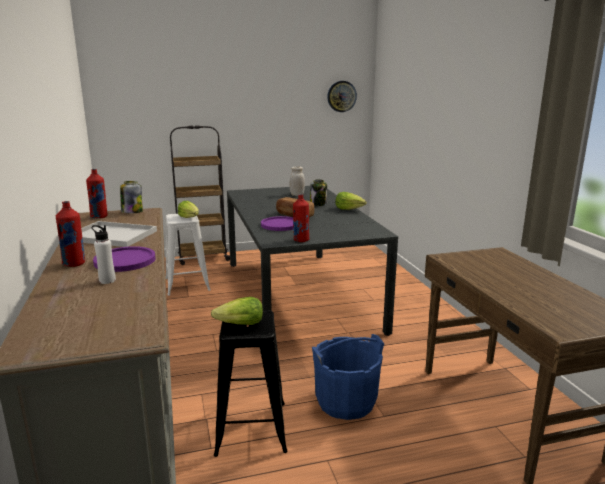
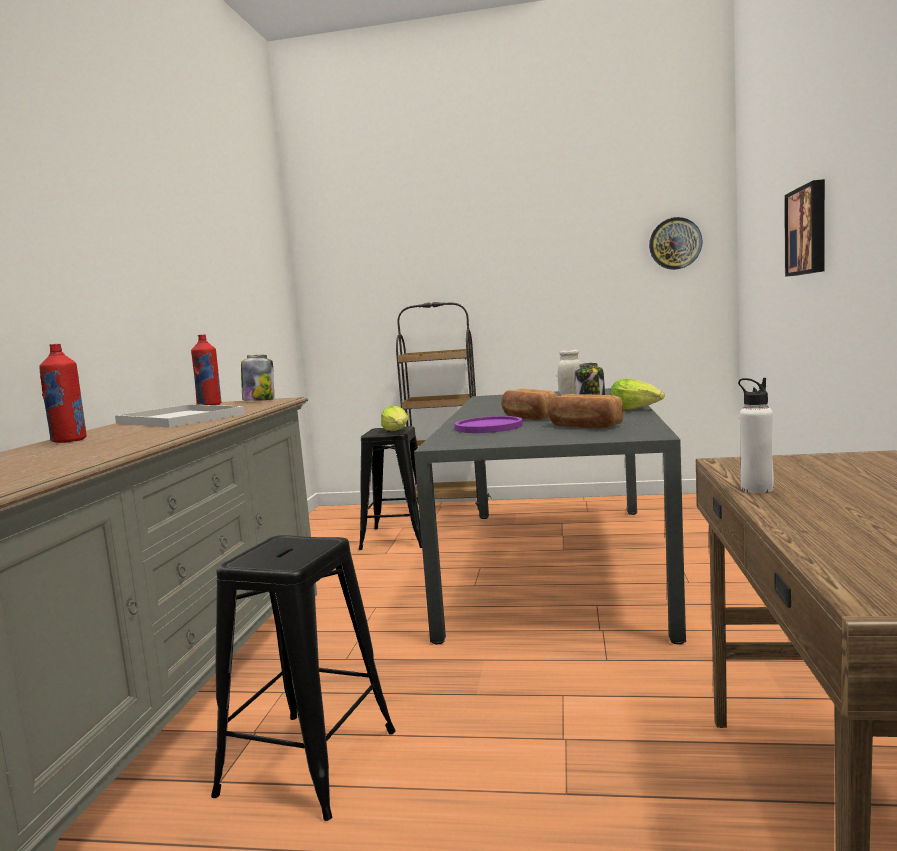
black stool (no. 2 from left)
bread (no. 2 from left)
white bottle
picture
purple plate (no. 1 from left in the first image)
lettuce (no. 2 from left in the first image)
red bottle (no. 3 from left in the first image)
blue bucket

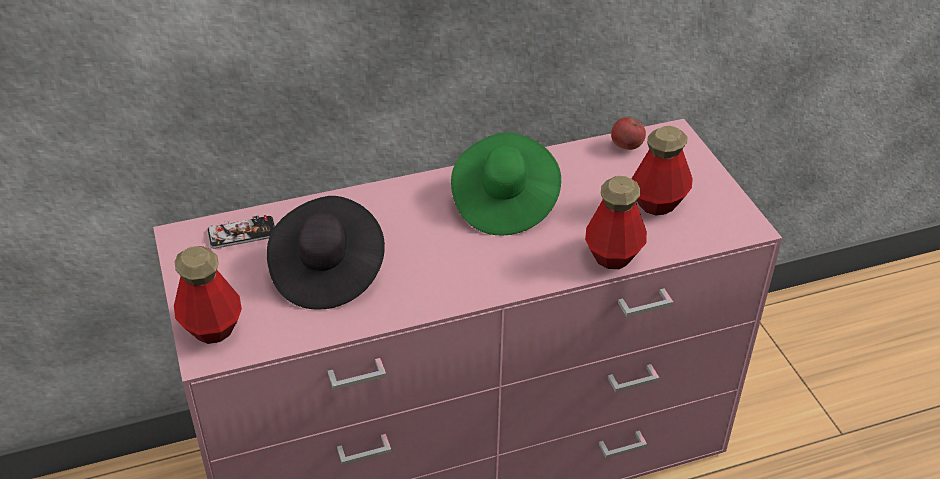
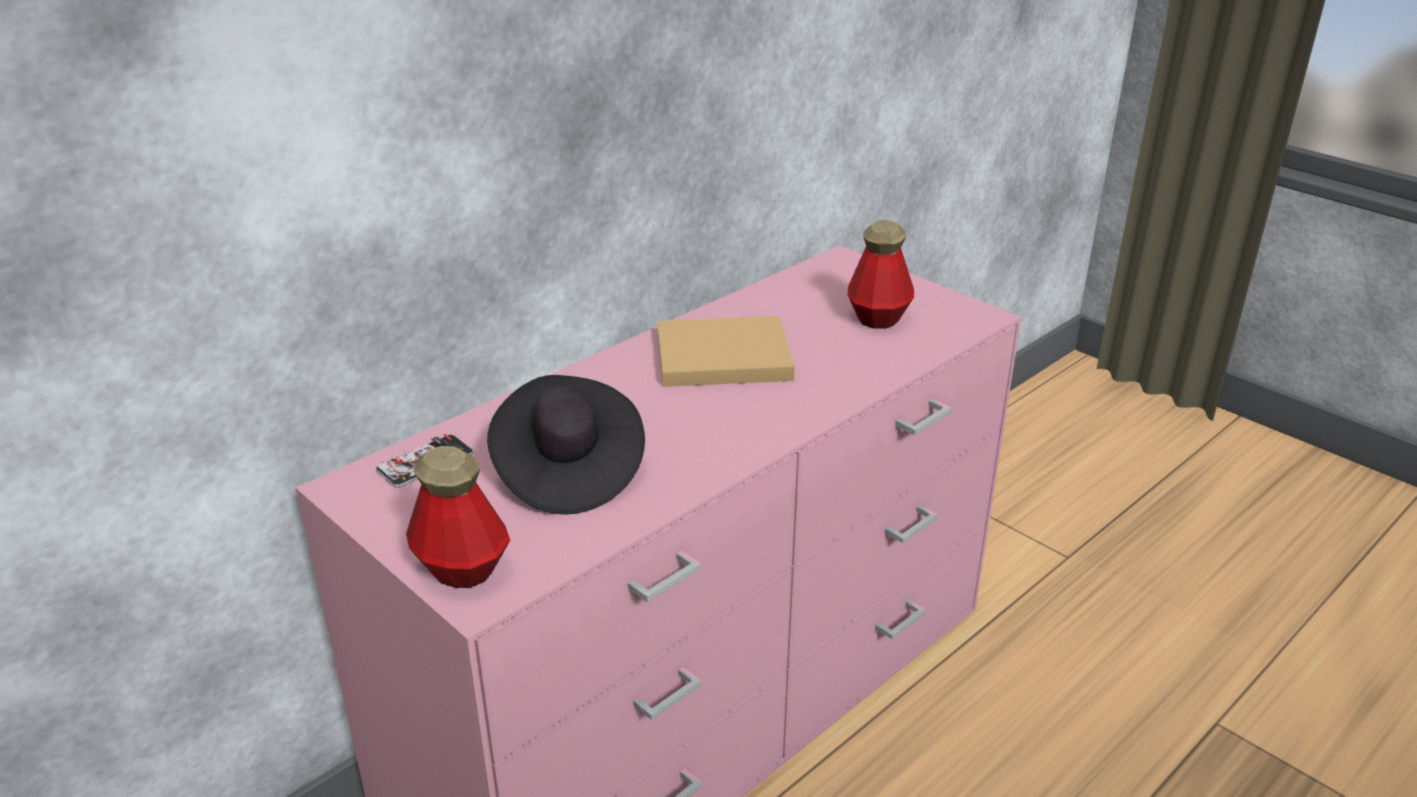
beige book
bottle (no. 2 from left in the first image)
apple

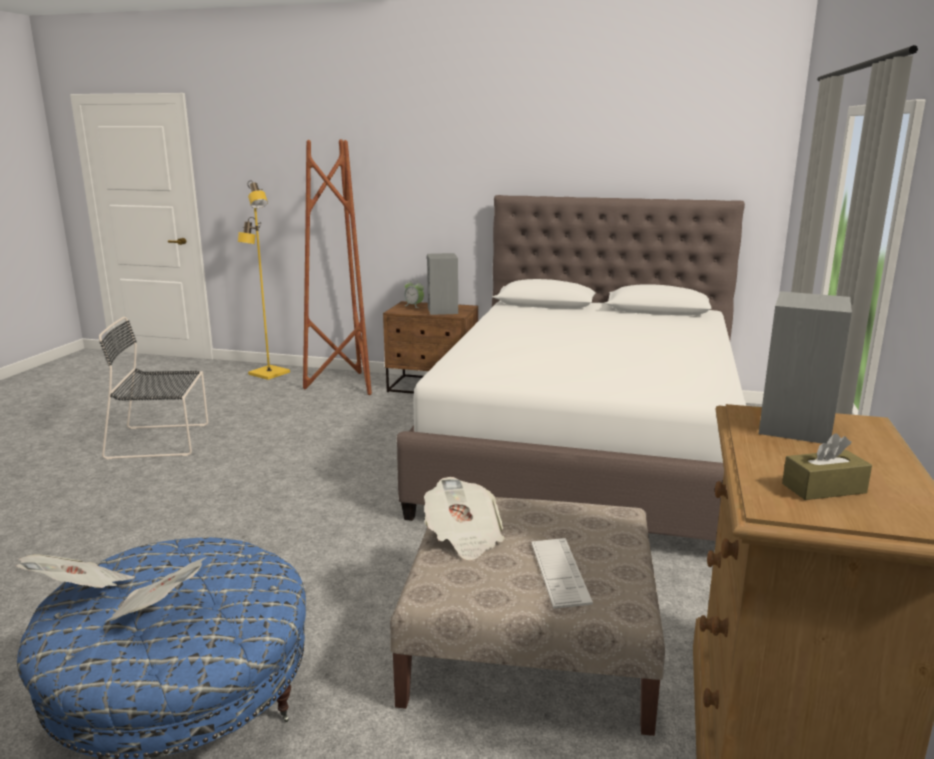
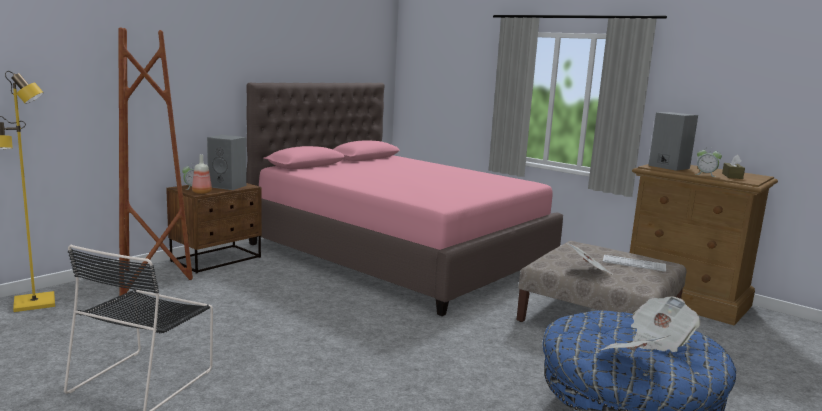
bottle
pink bed
alarm clock (no. 2 from left)

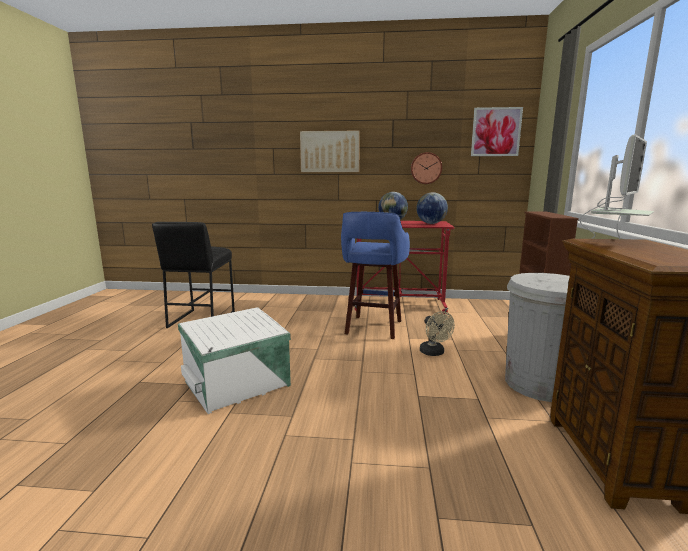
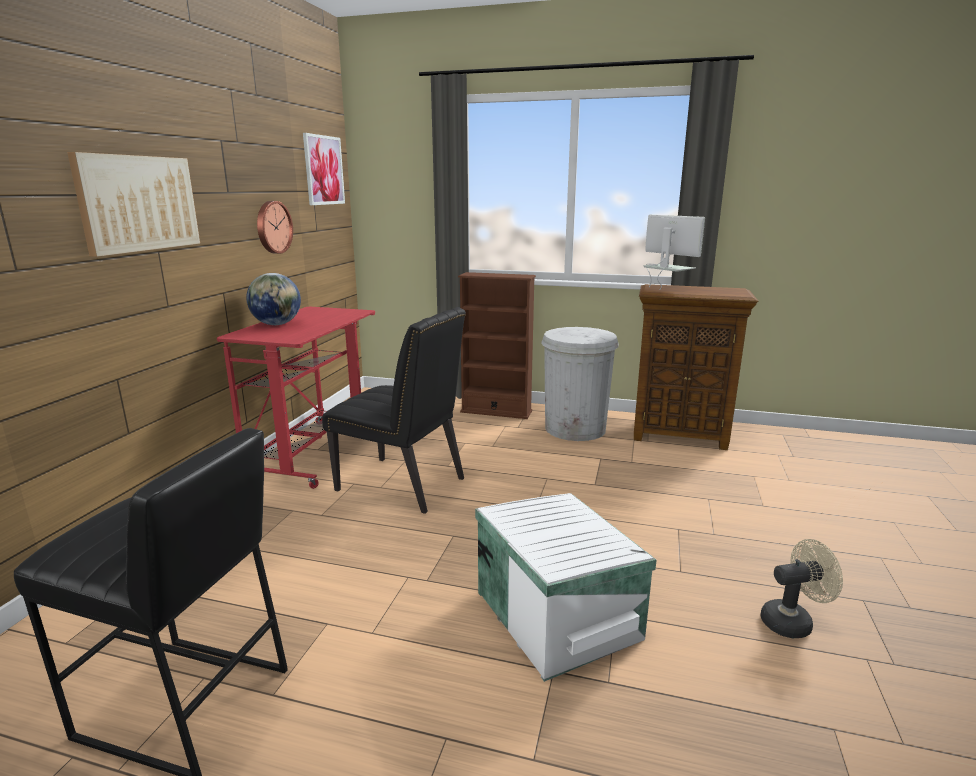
black chair
beige fan
globe (no. 2 from left in the first image)

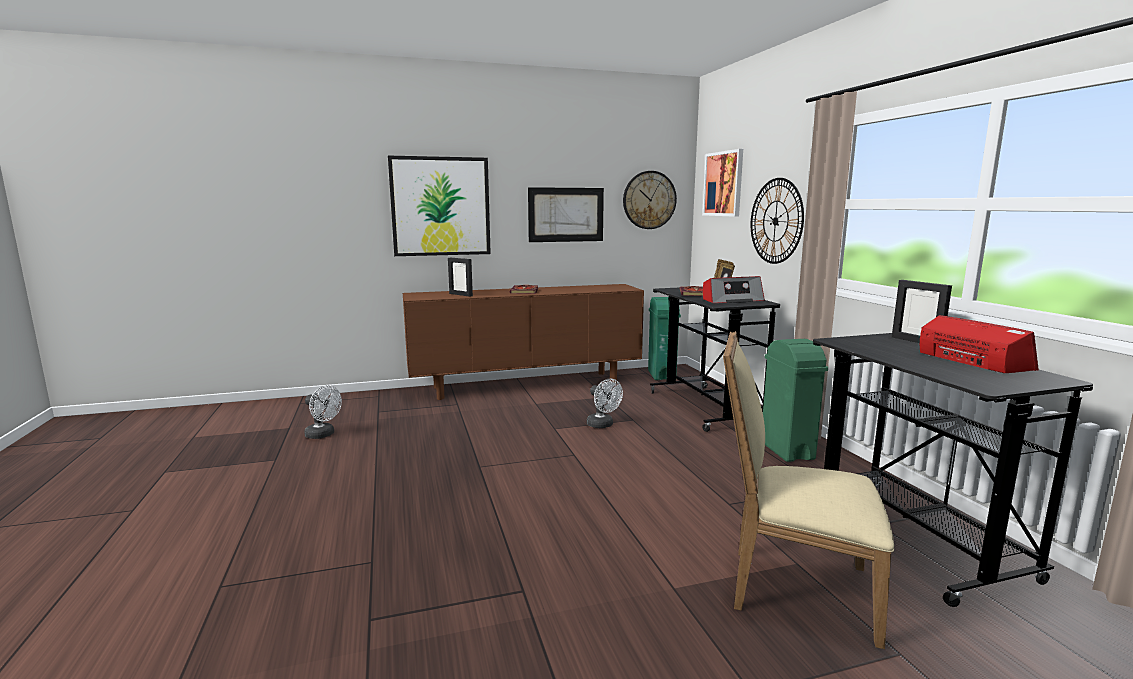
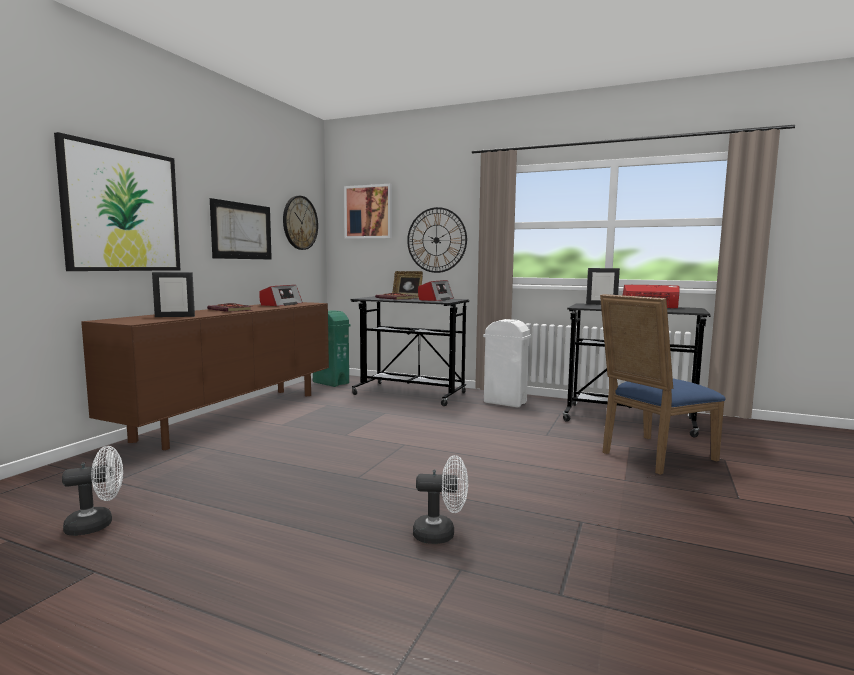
radio (no. 1 from left)
white fan (no. 2 from left)
white trash can
blue chair

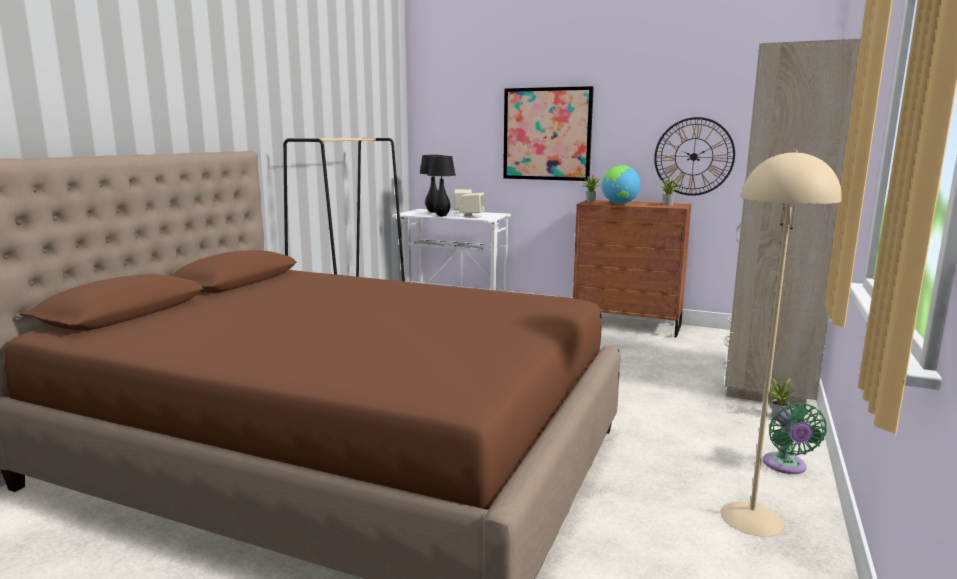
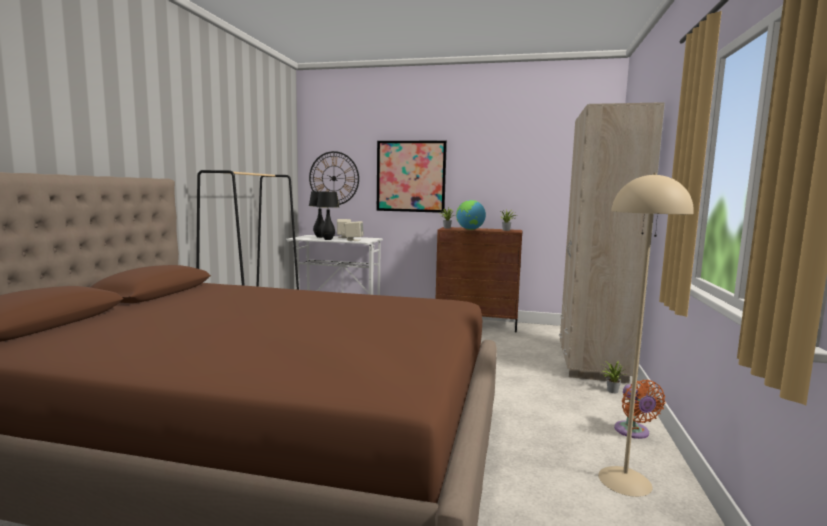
wall clock
orange fan

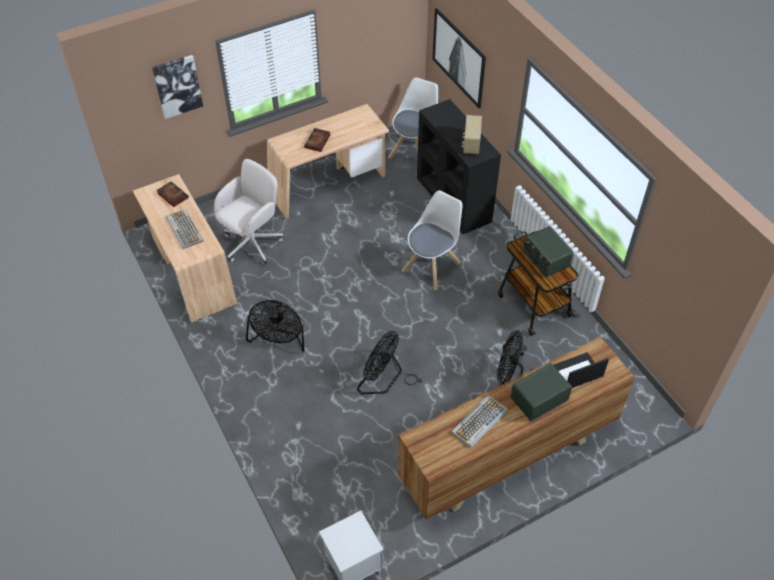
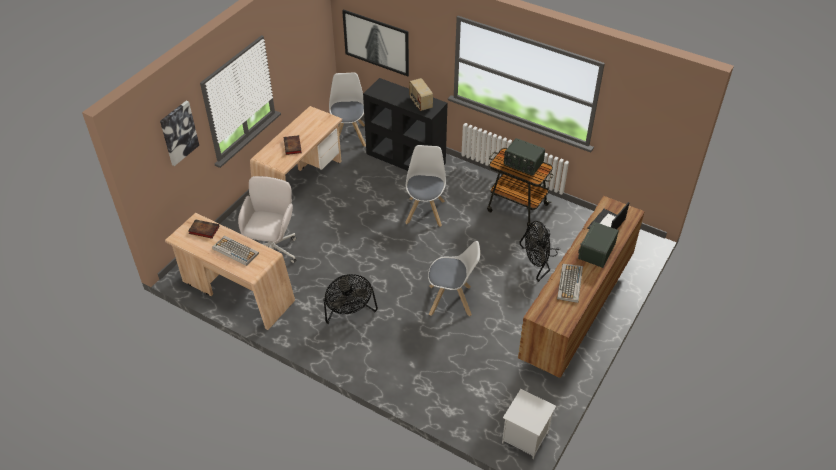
chair (no. 3 from left)

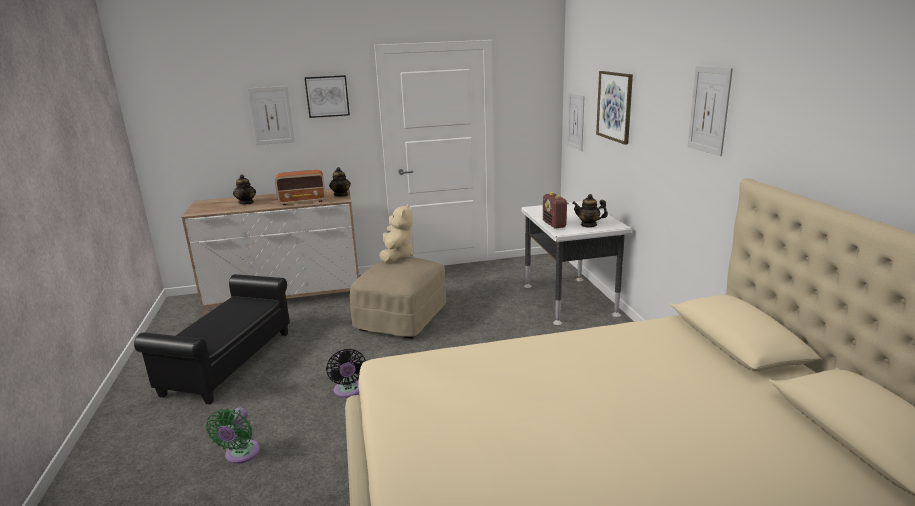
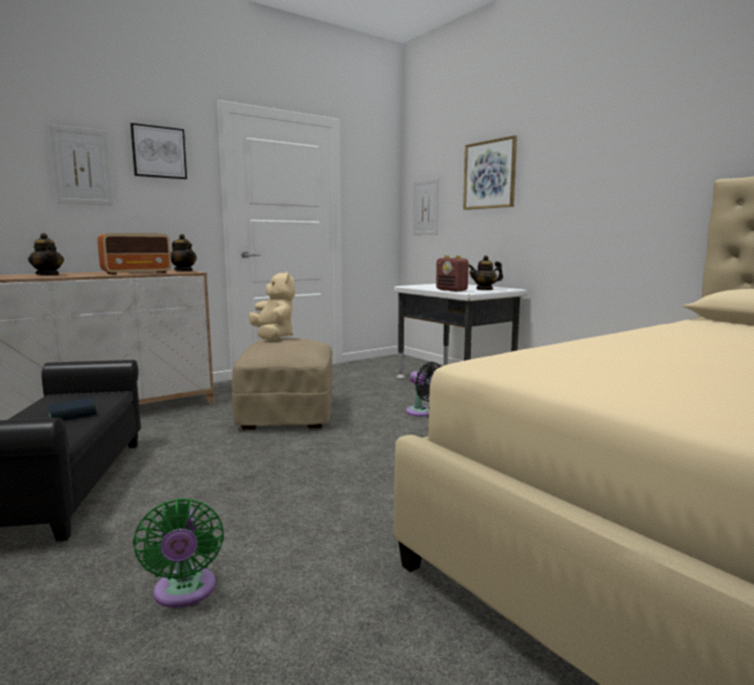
book
black fan
picture (no. 5 from left in the first image)

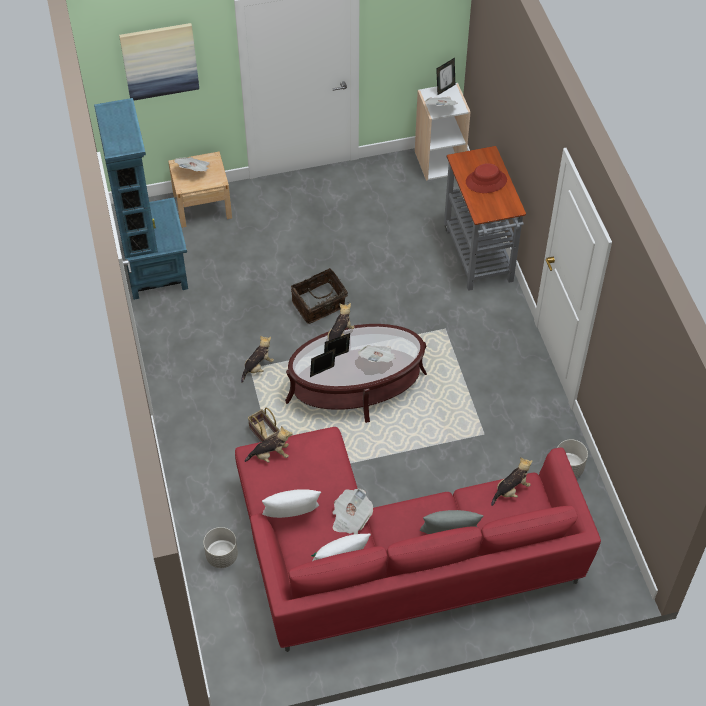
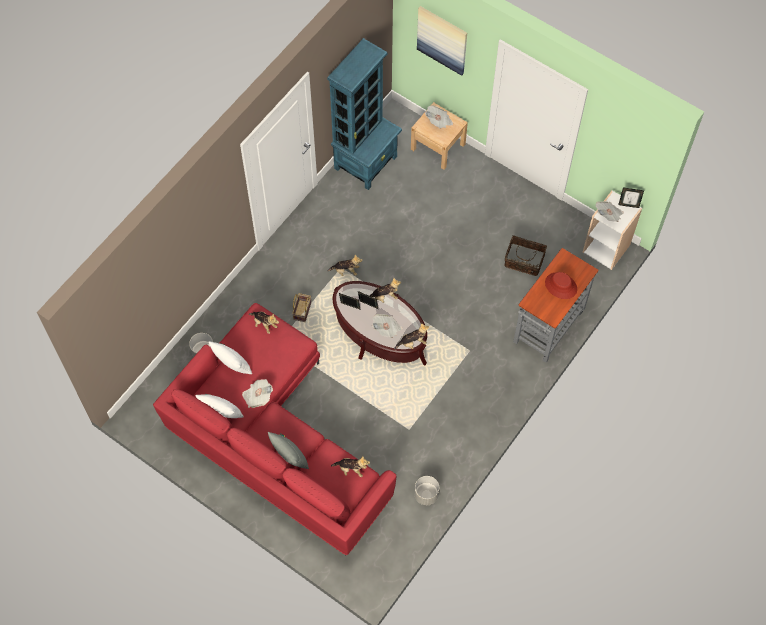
plush toy (no. 5 from left)
basket (no. 2 from left)

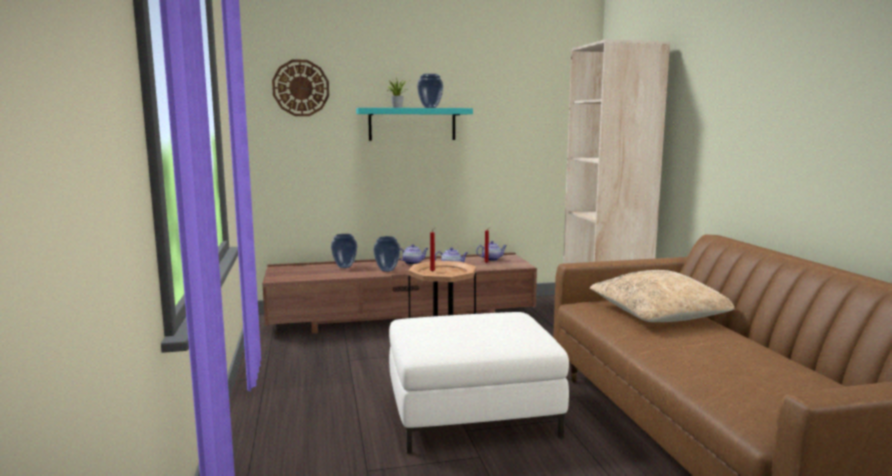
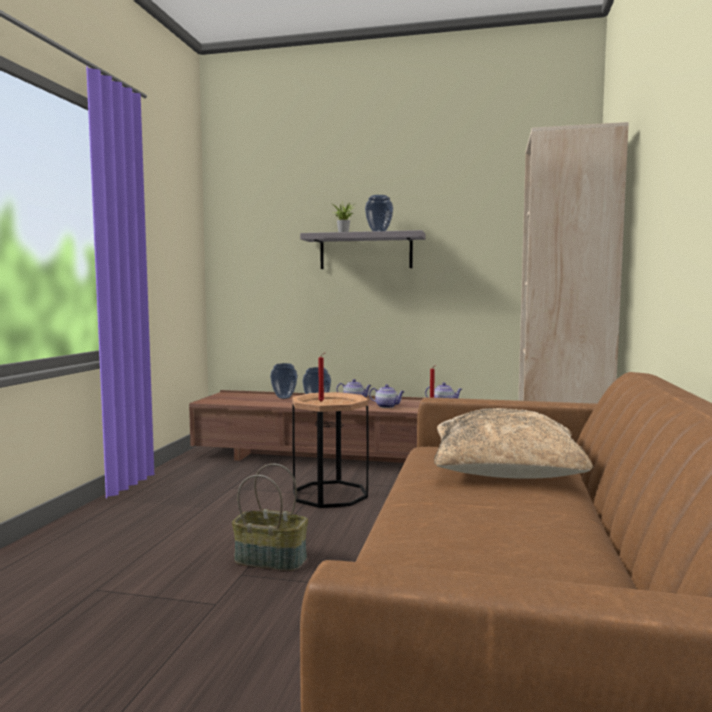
basket
grey shelf
wall clock

